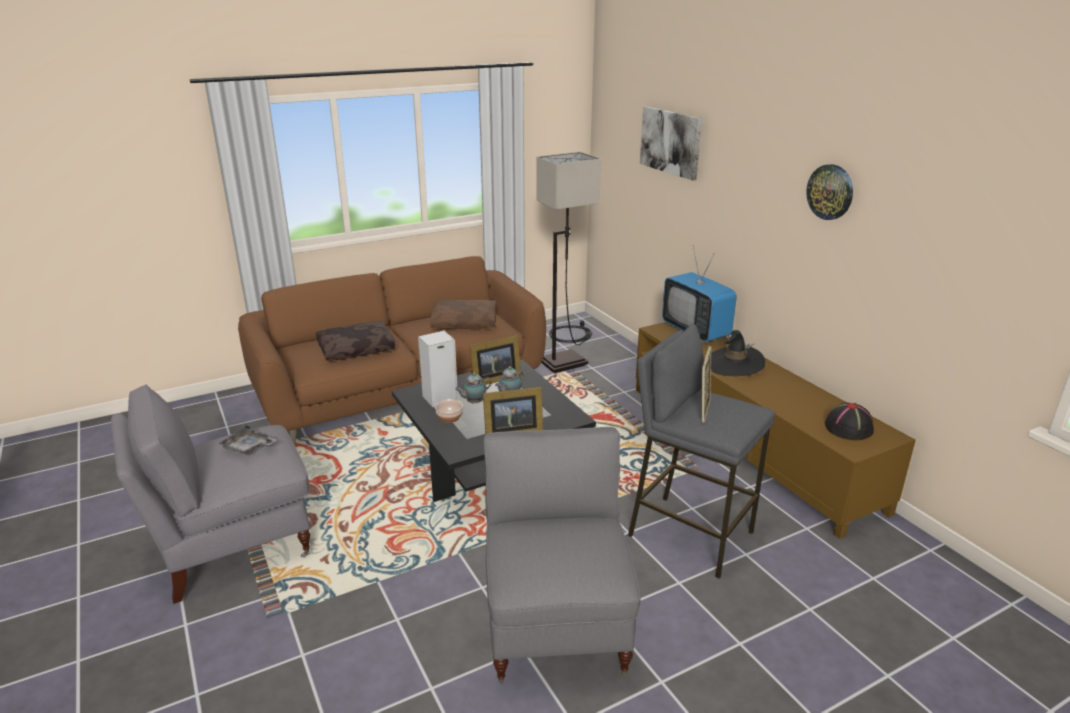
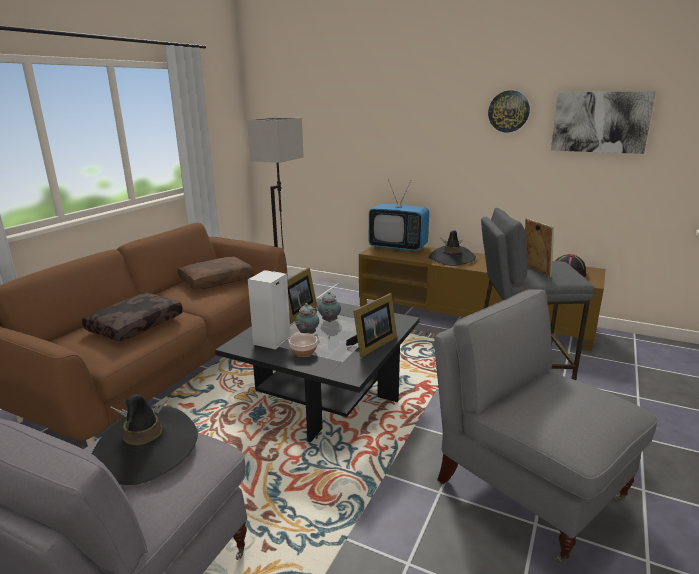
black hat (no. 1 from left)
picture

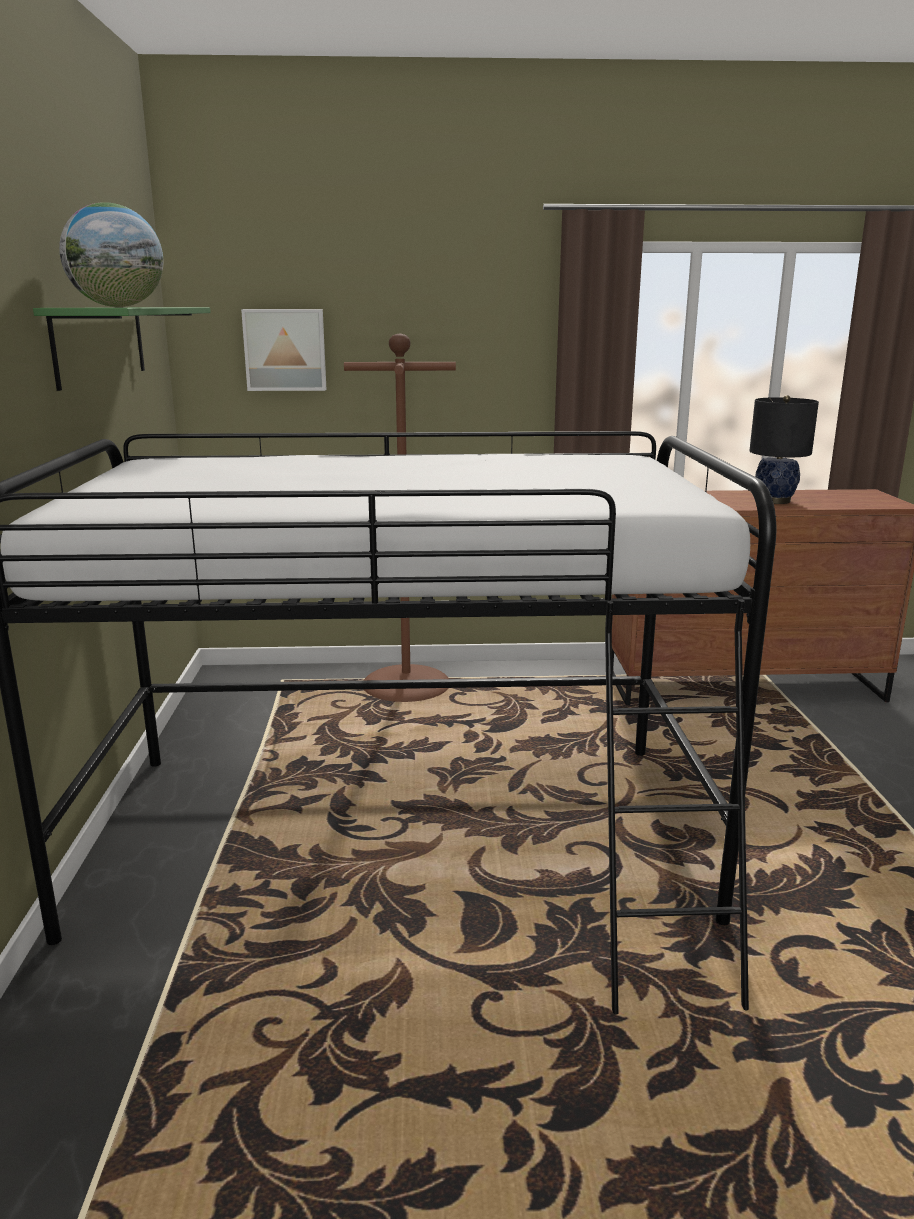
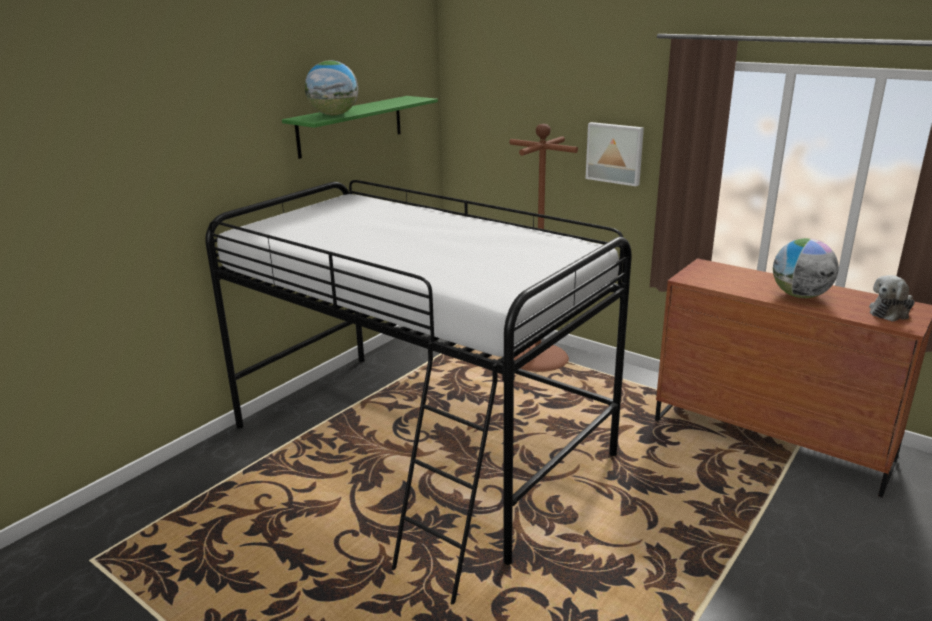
picture
globe (no. 2 from left)
plush toy

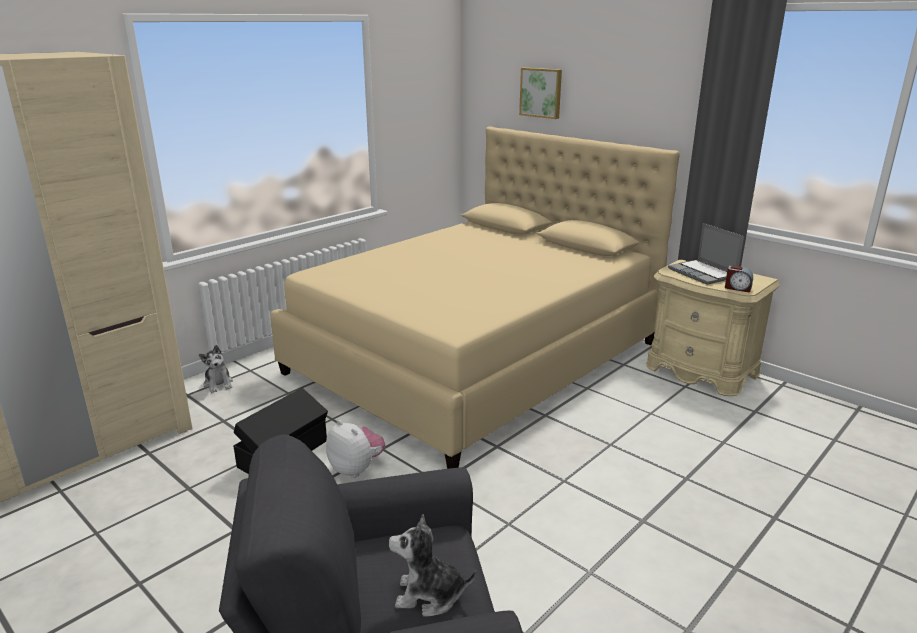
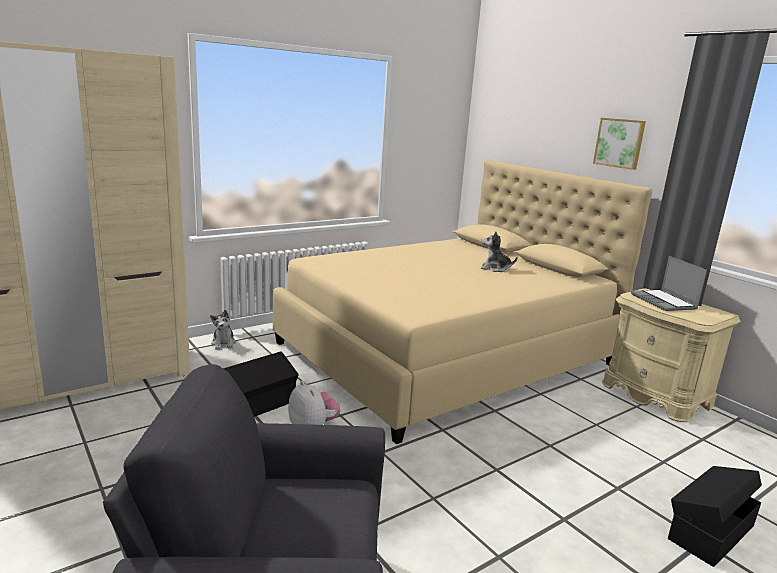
plush toy (no. 3 from left)
picture
black storage box (no. 2 from left)
alarm clock

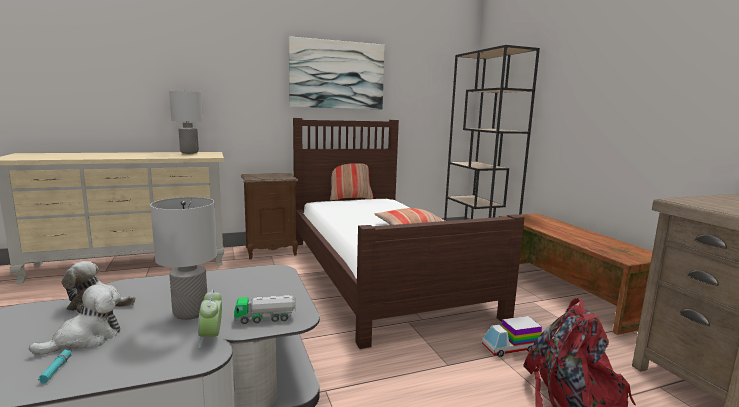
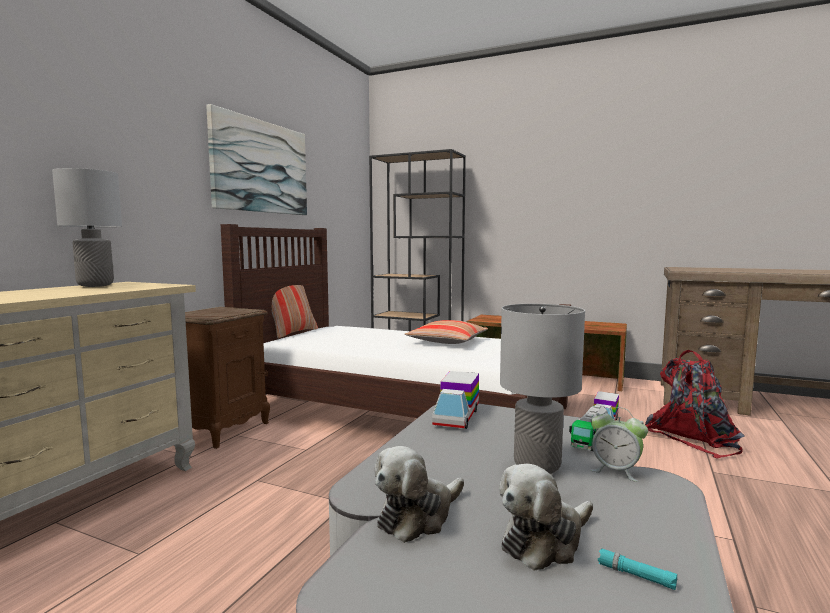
toy truck (no. 1 from left)
plush toy (no. 2 from left)

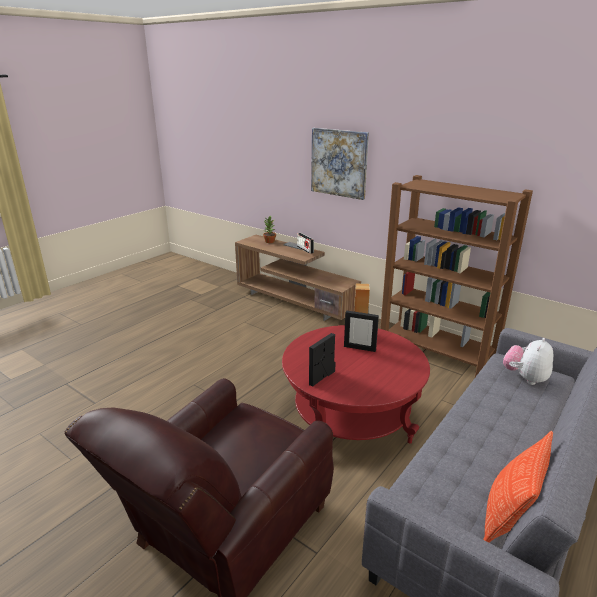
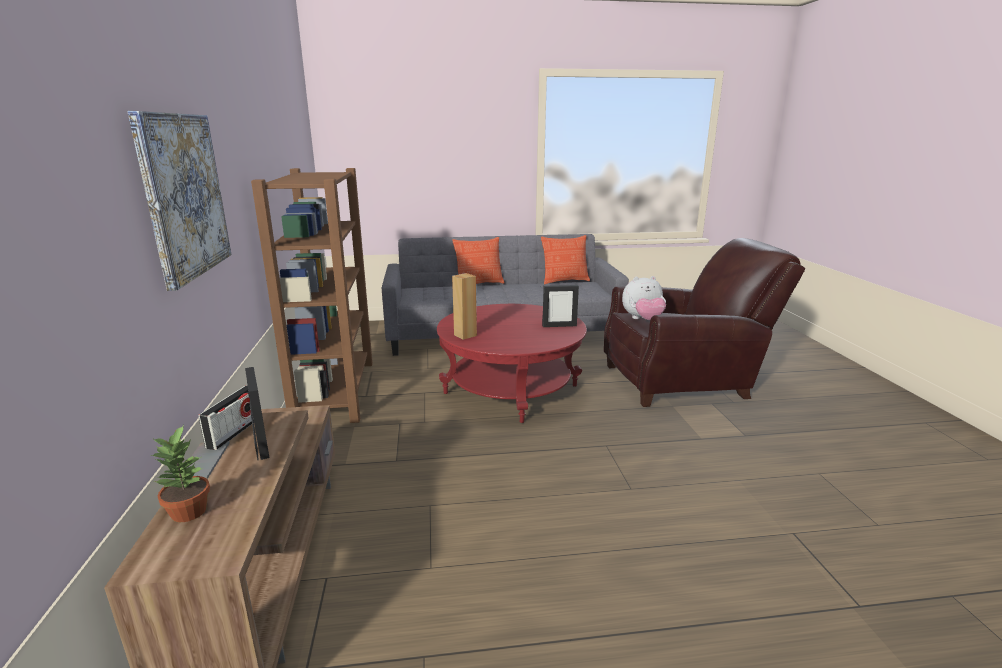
picture frame (no. 1 from left)
orange pillow (no. 1 from left)
plush toy

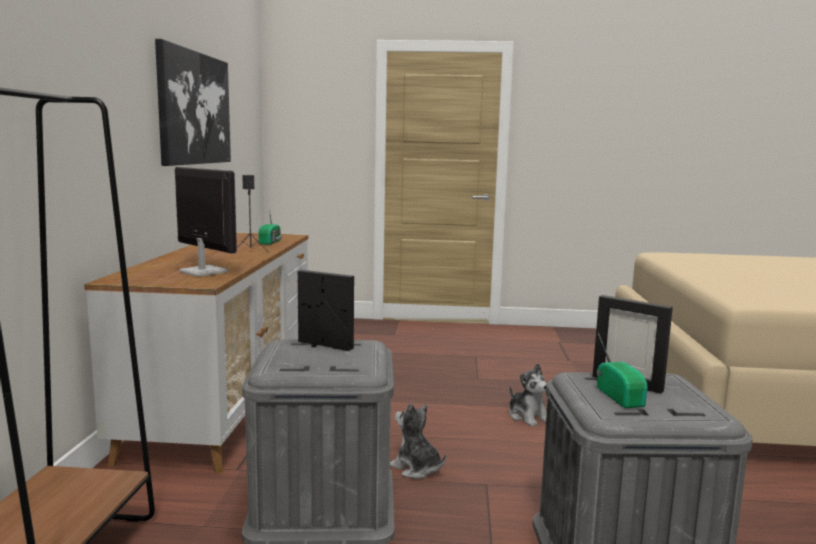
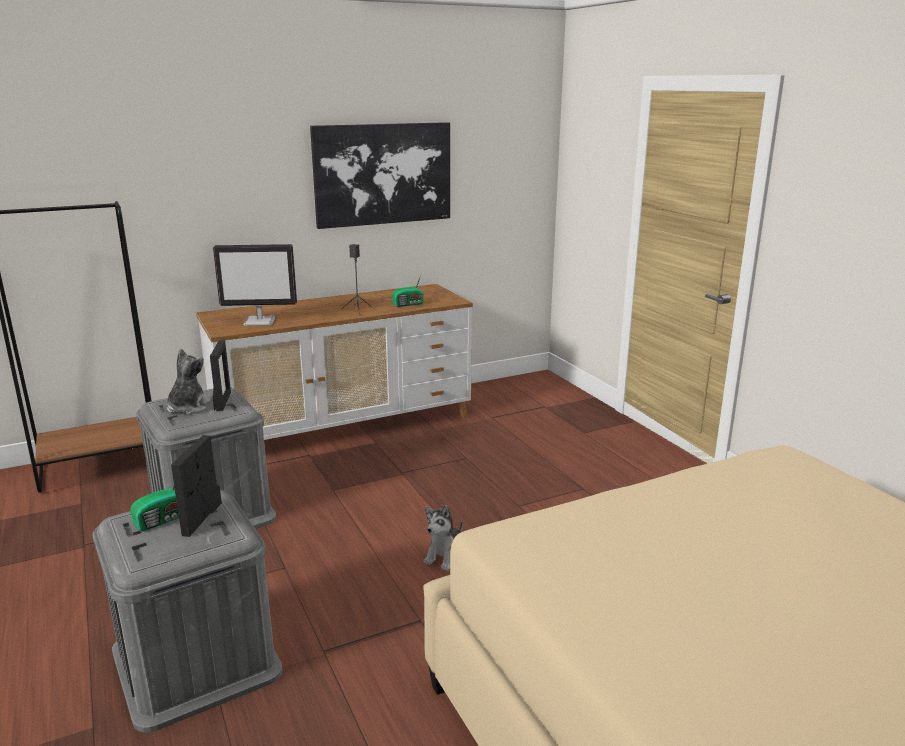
plush toy (no. 1 from left)
monitor

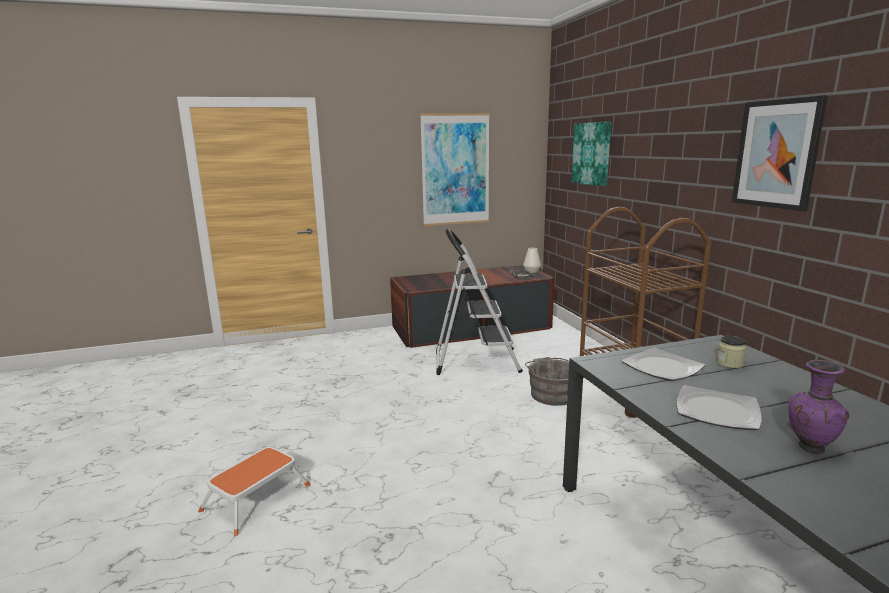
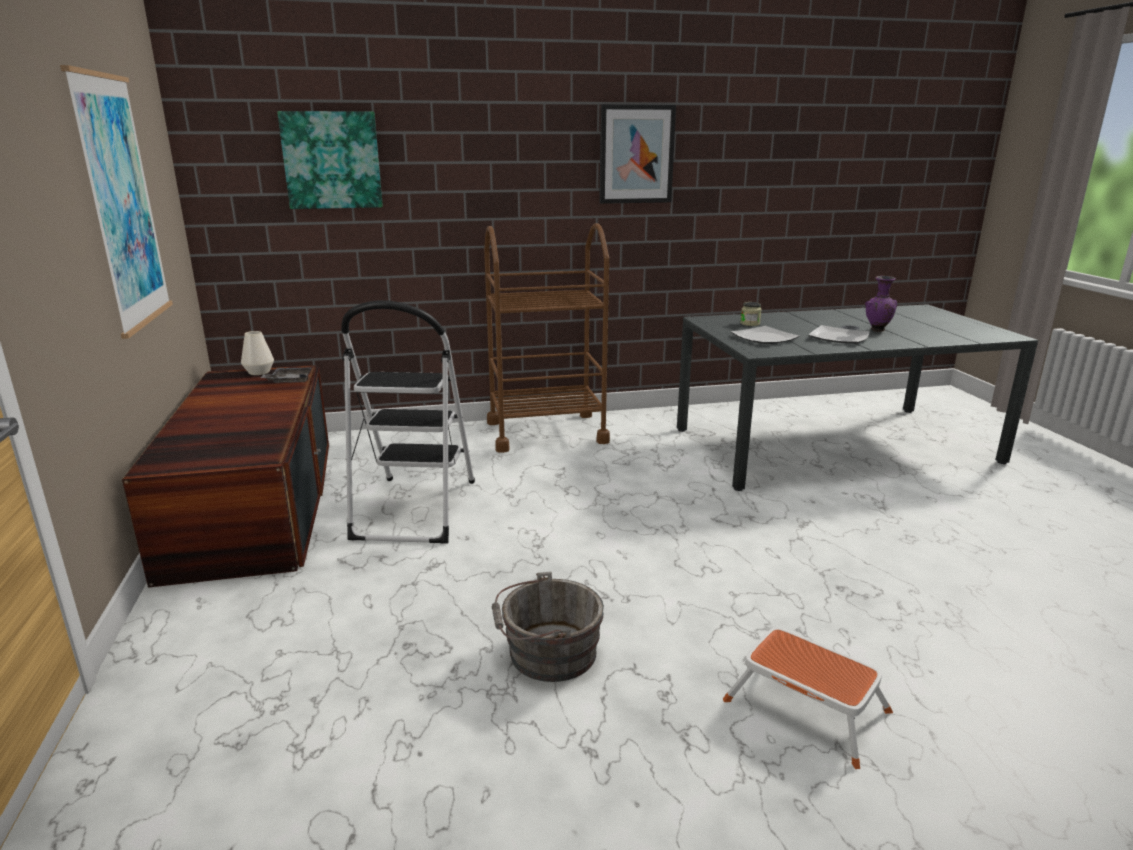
grey bucket

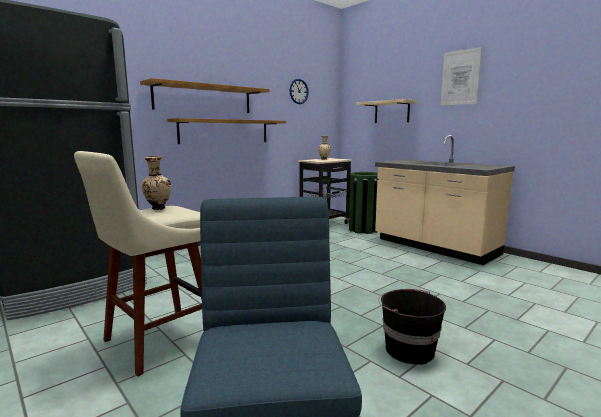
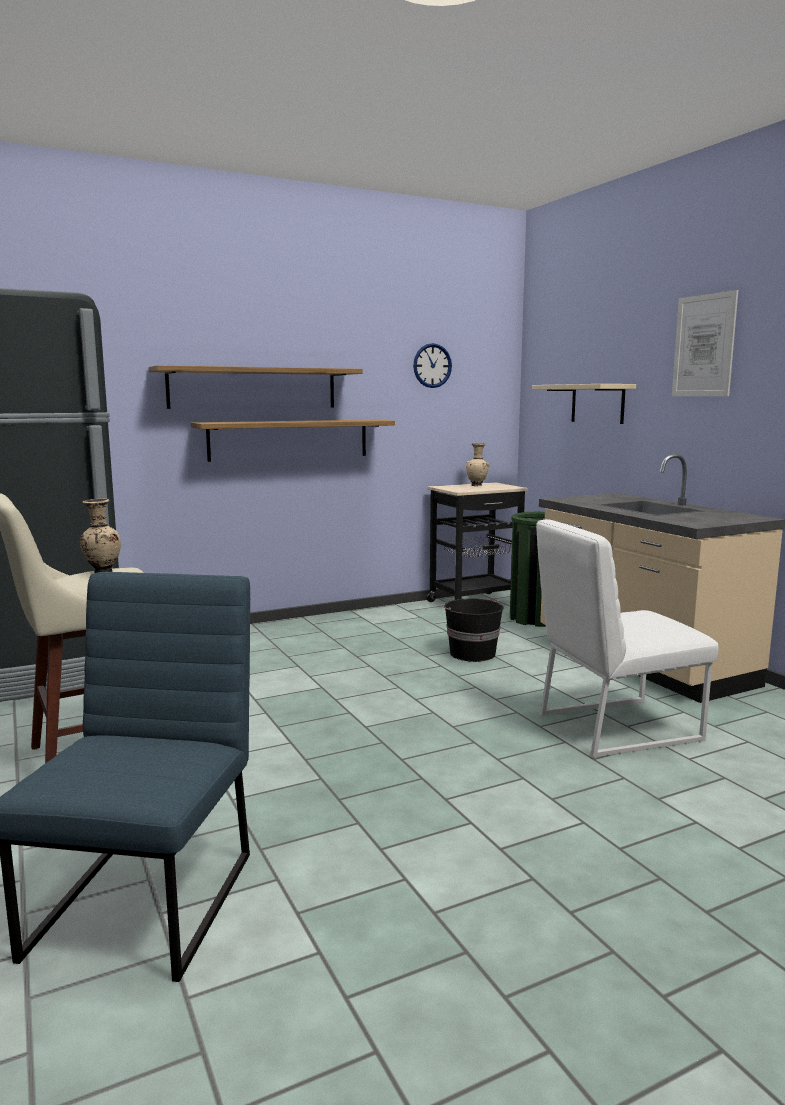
black bucket
white chair

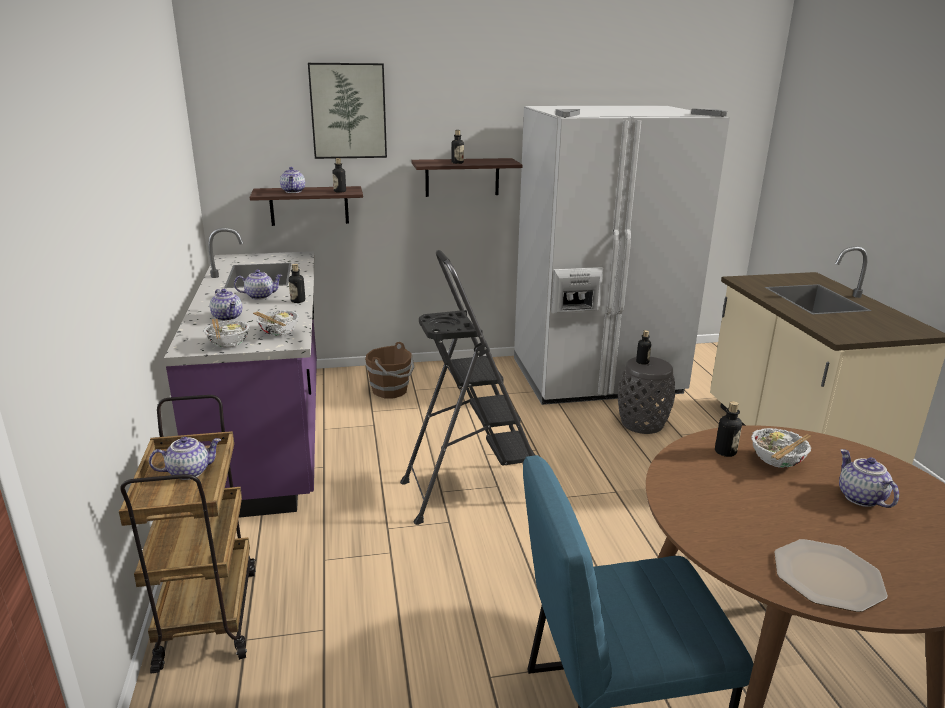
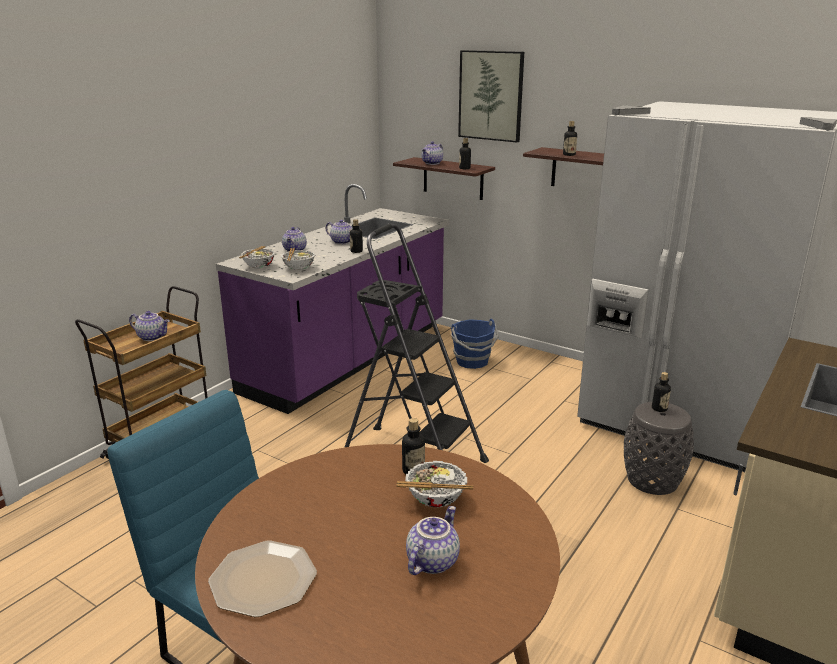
blue bucket

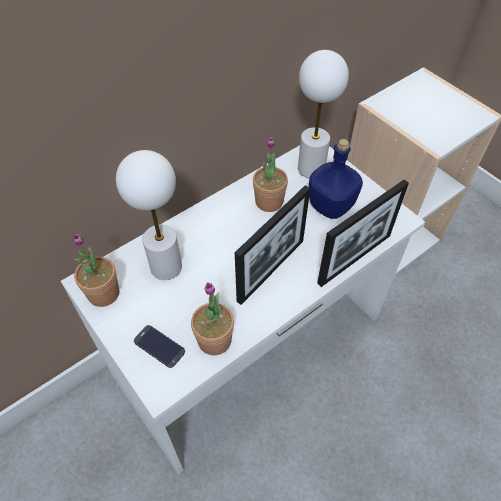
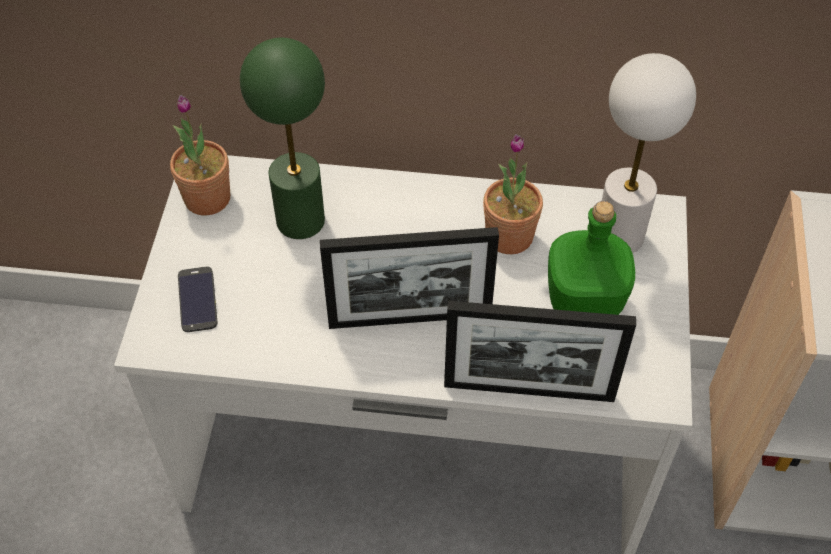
green table lamp
green bottle
potted plant (no. 2 from left in the first image)

